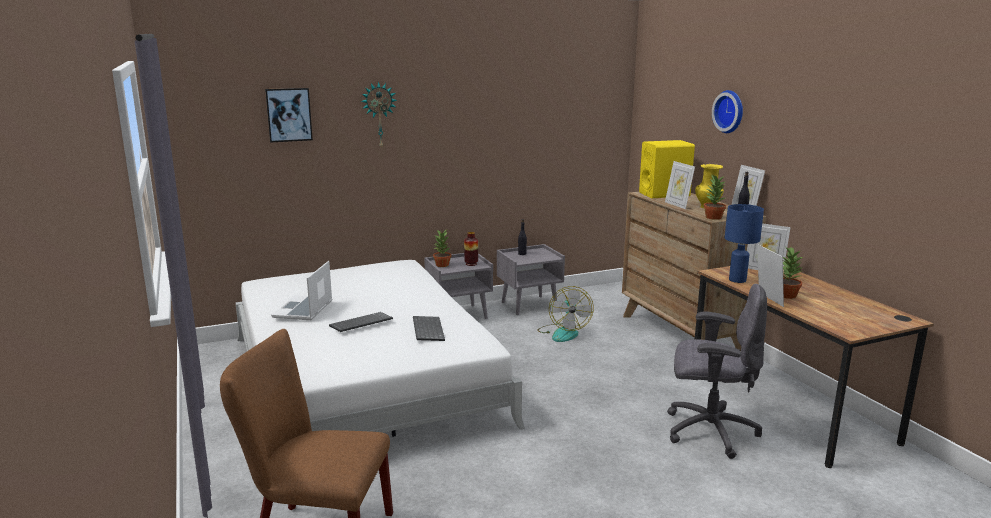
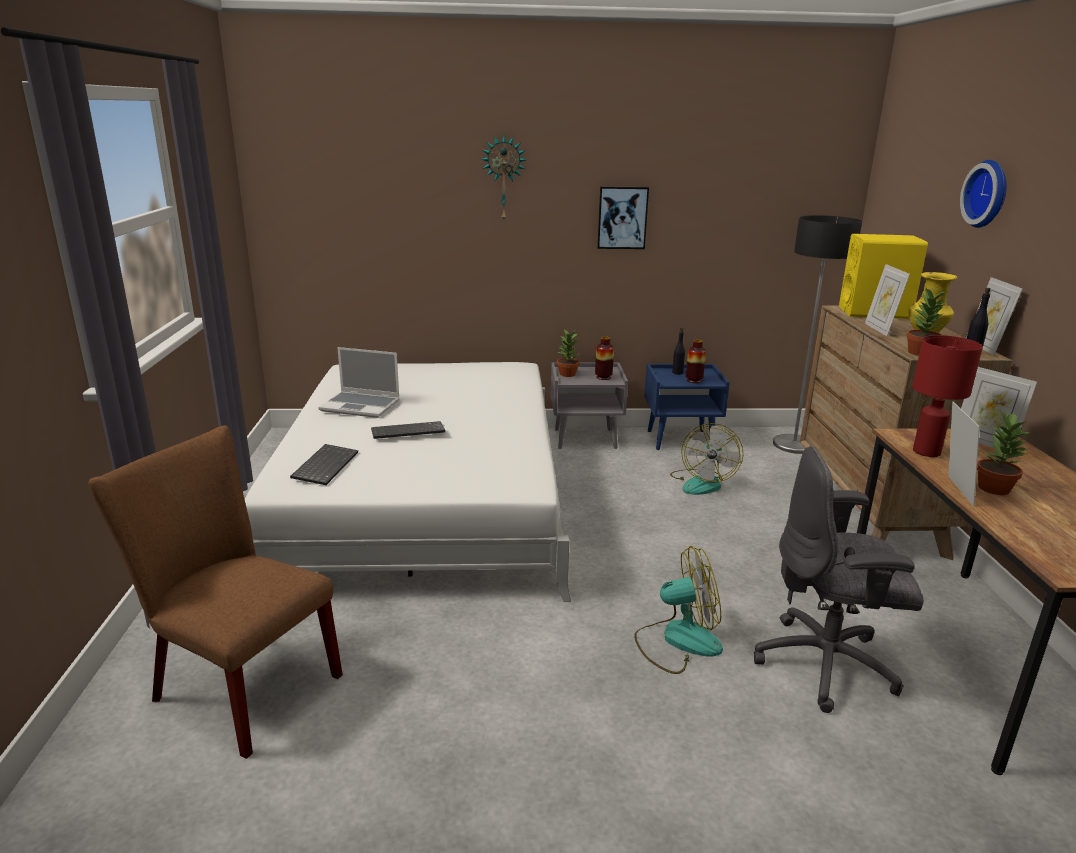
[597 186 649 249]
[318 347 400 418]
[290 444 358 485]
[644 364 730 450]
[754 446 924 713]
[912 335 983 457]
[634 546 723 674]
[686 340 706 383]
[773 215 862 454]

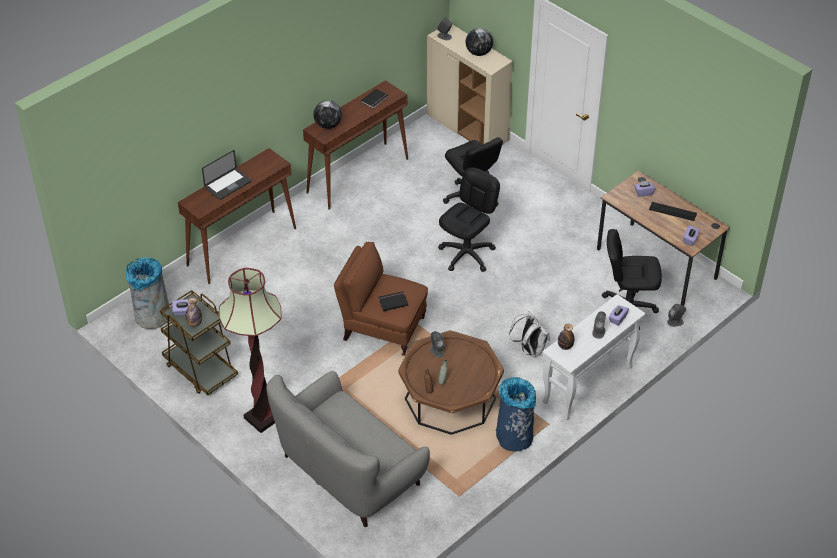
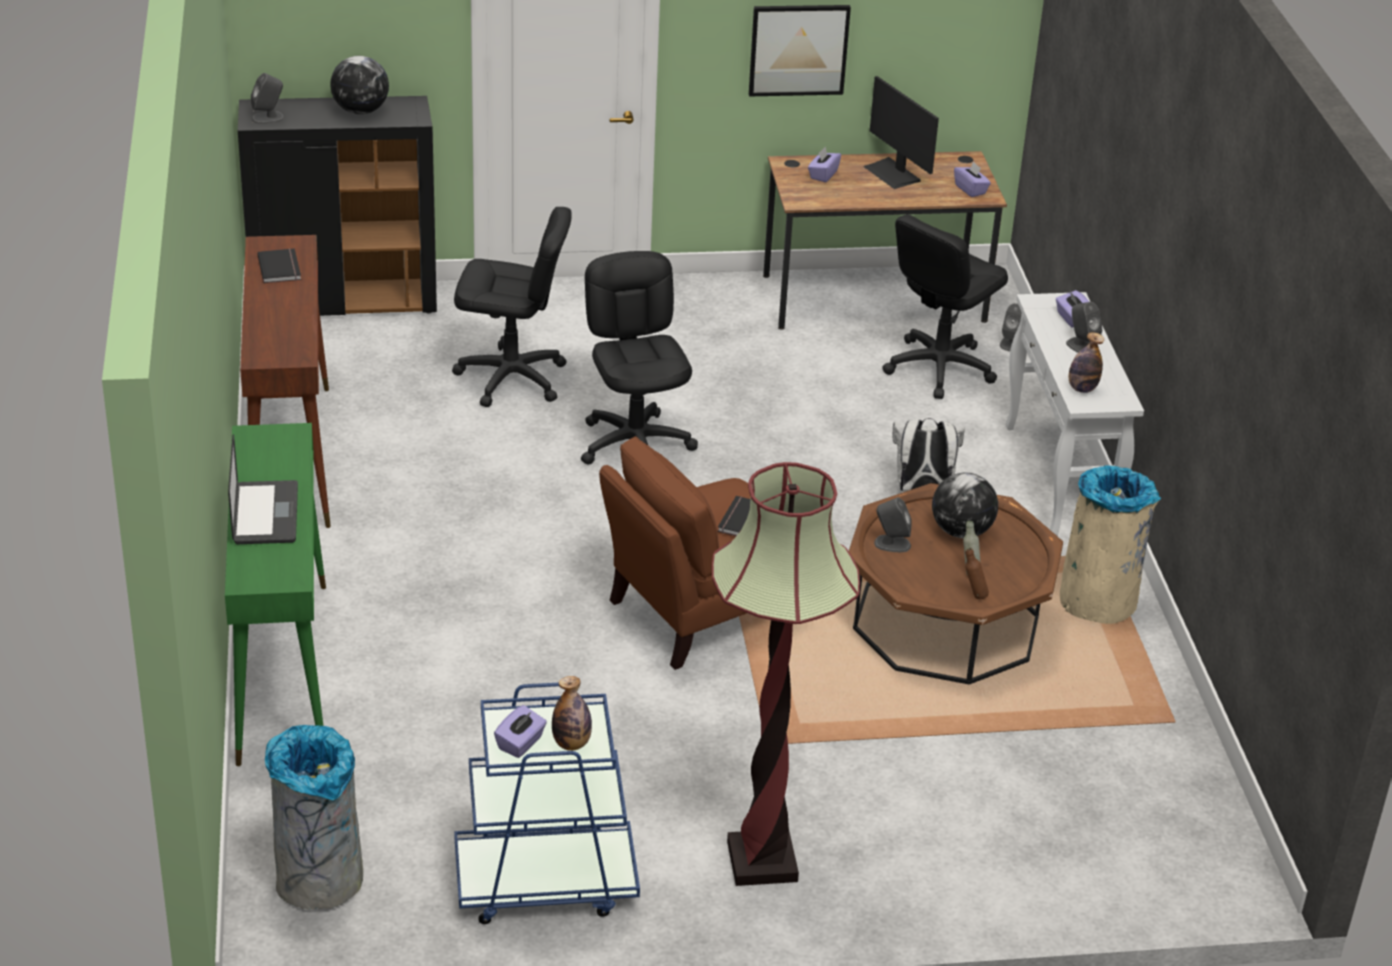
[454 683 640 924]
[225 423 326 766]
[266 371 430 527] (first image)
[932 473 998 538]
[238 96 437 316]
[1060 465 1161 624]
[863 76 939 189]
[749 5 851 97]

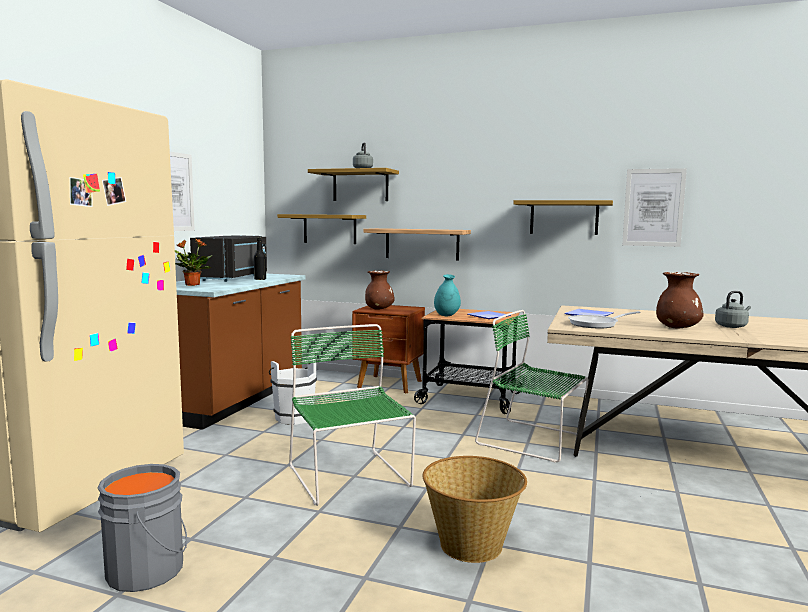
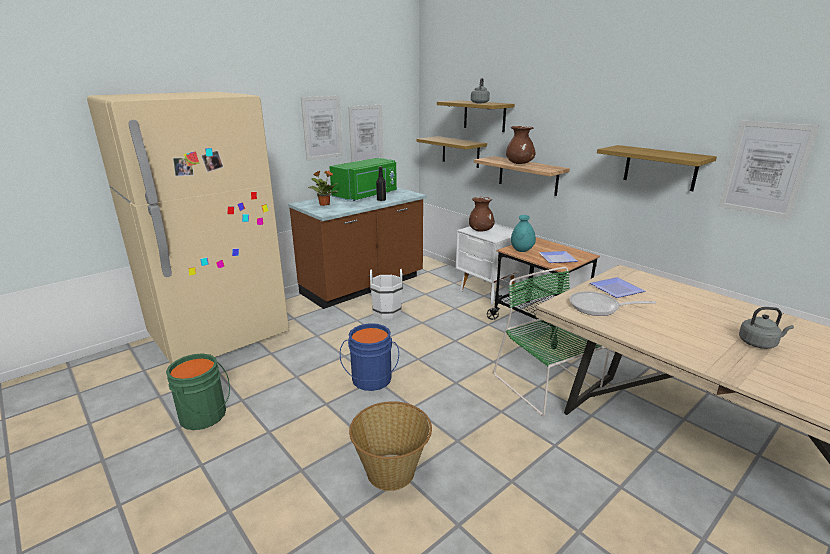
[166 353 230 430]
[329 158 397 201]
[340 323 399 391]
[456 224 522 305]
[506 126 536 164]
[348 105 383 162]

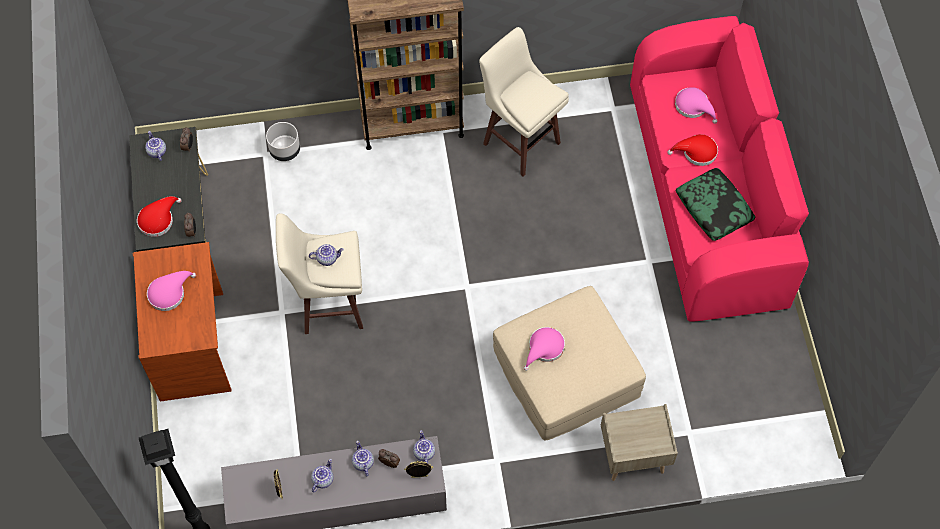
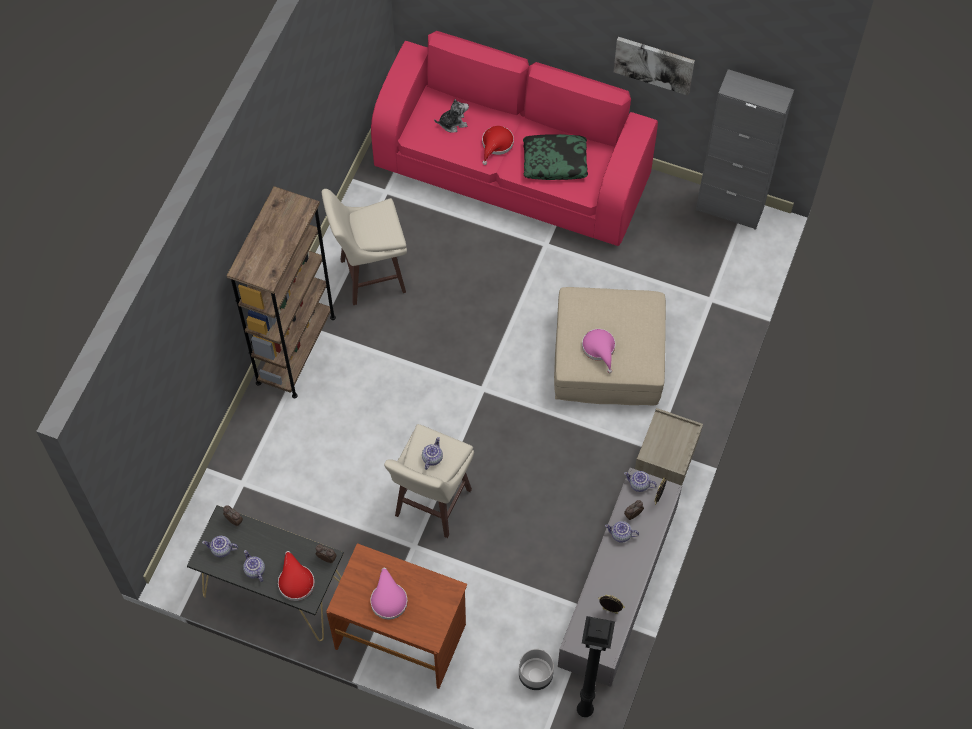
[519 649 554 690]
[243 550 265 582]
[635 408 703 486]
[434 99 469 132]
[614 37 695 95]
[696 69 794 230]

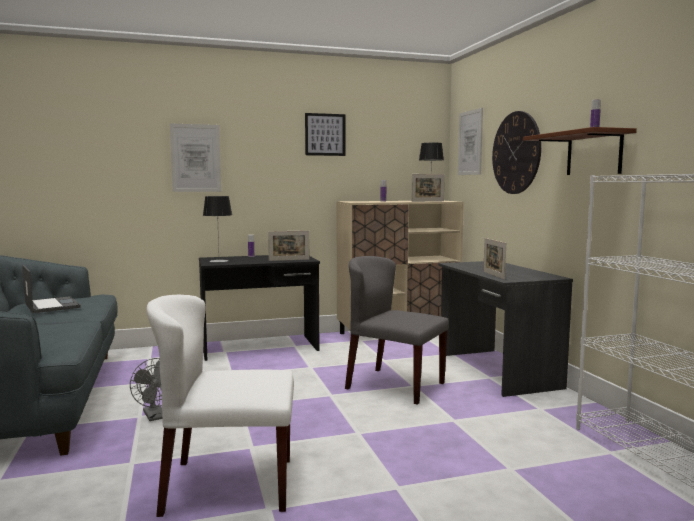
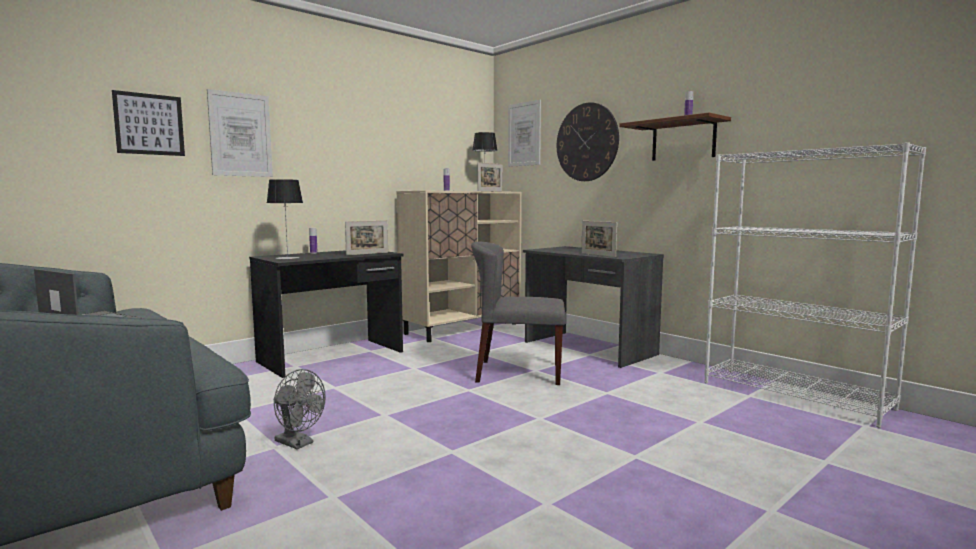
[147 295 294 517] (first image)
[112 90 185 156]

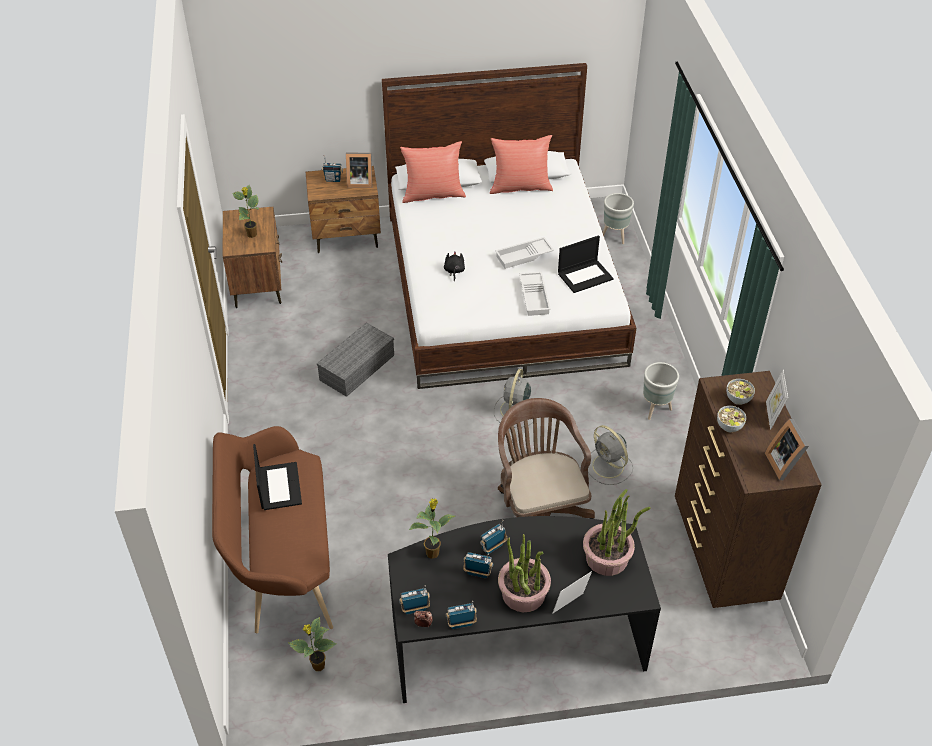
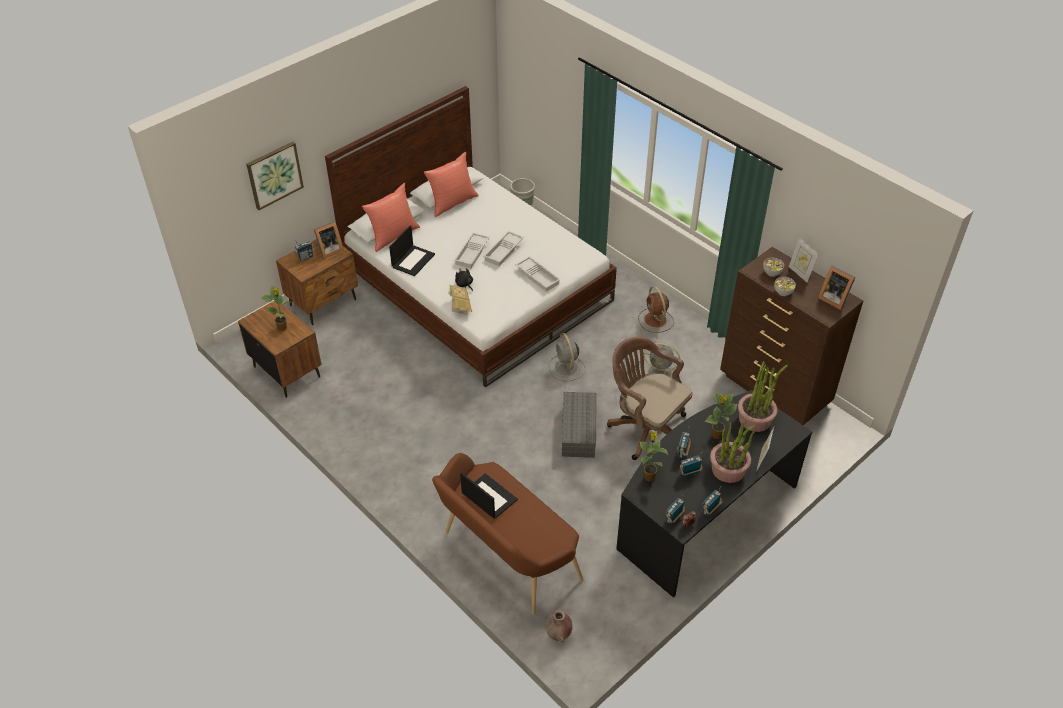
[705 393 737 439]
[562 392 597 458]
[389 225 435 276]
[638 286 674 333]
[246 142 304 210]
[448 285 472 315]
[454 232 490 269]
[545 610 573 643]

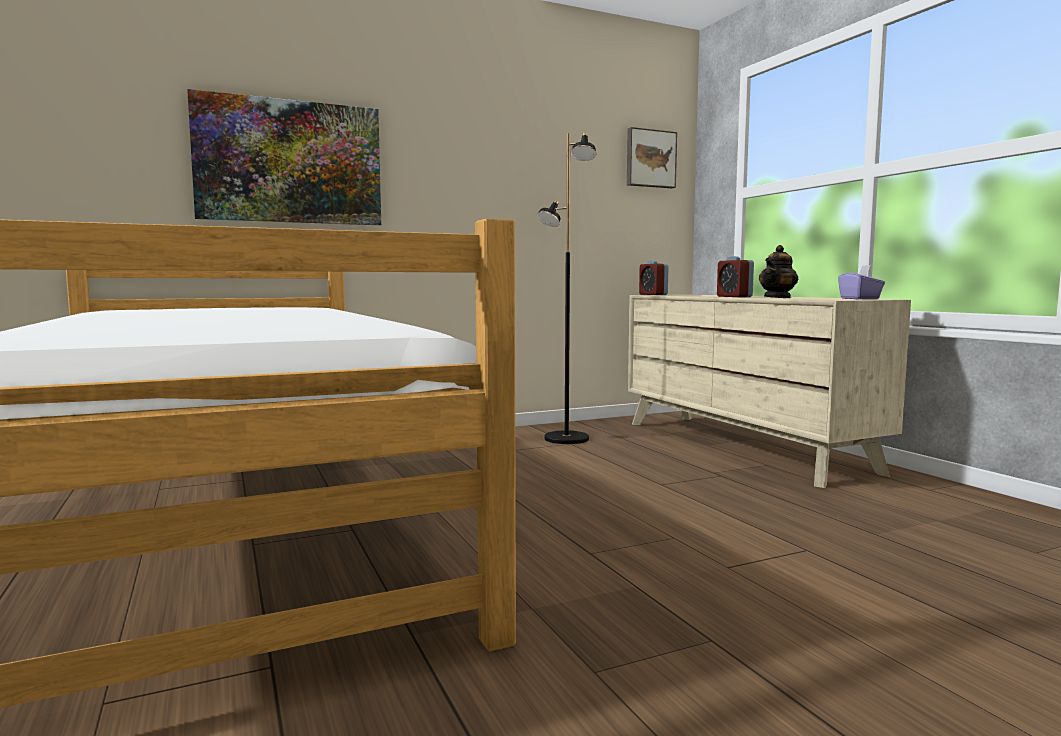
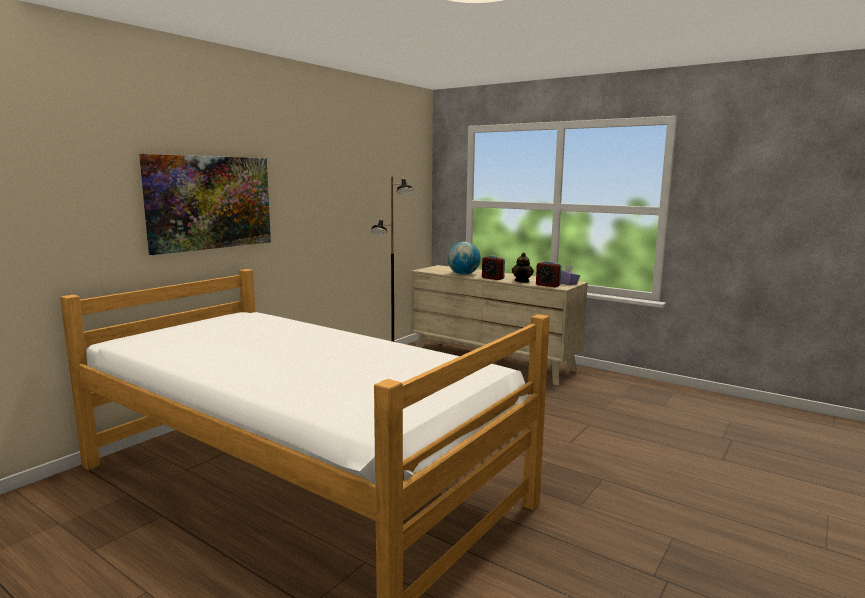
[627 127 677 188] (first image)
[536 261 561 287]
[448 242 481 275]

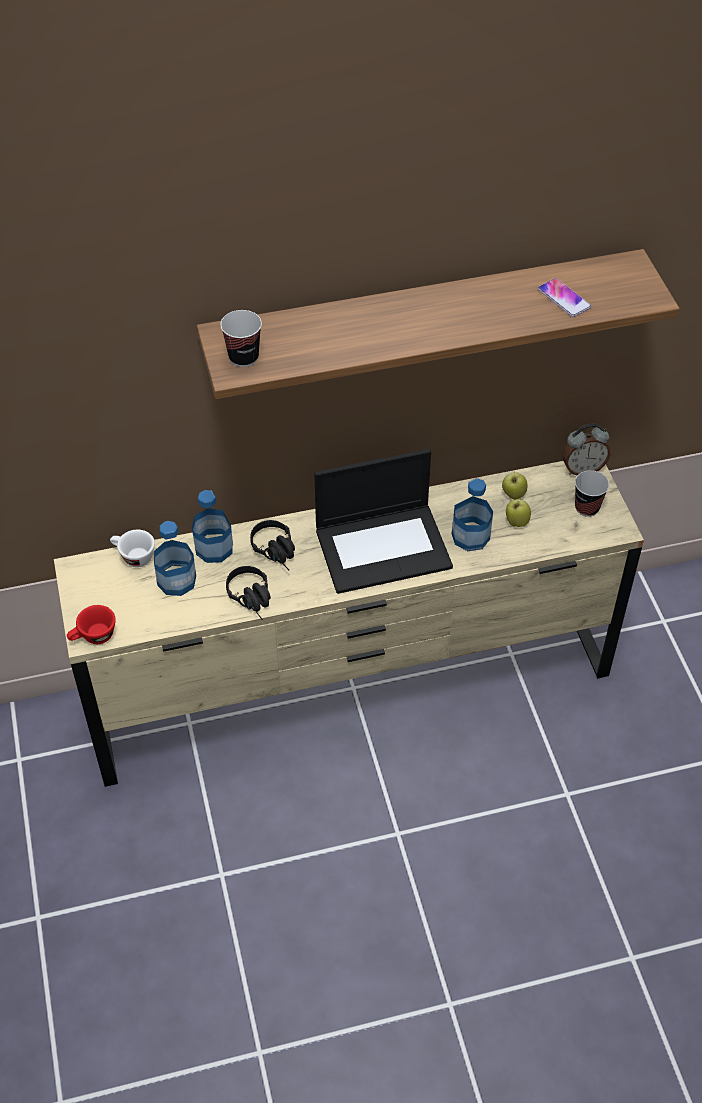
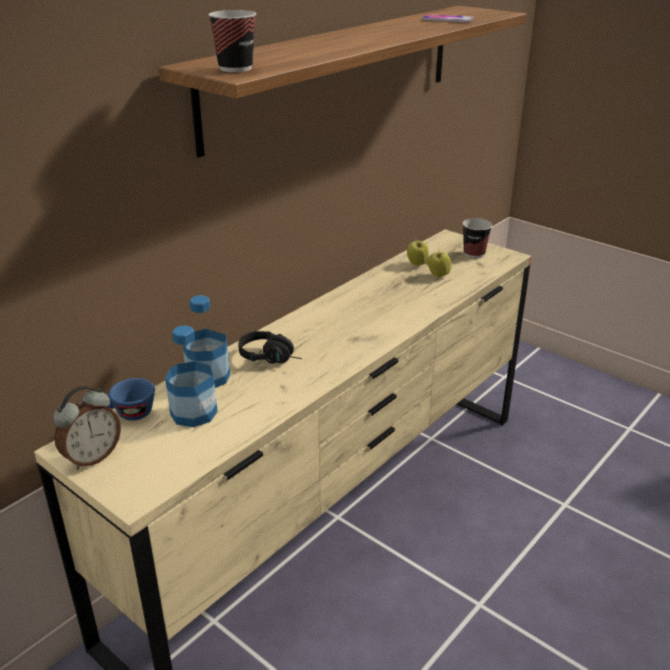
[67 605 116 644] (first image)
[106 378 155 421]
[226 566 271 620] (first image)
[314 449 453 594] (first image)
[451 478 493 551] (first image)
[53 386 121 470]

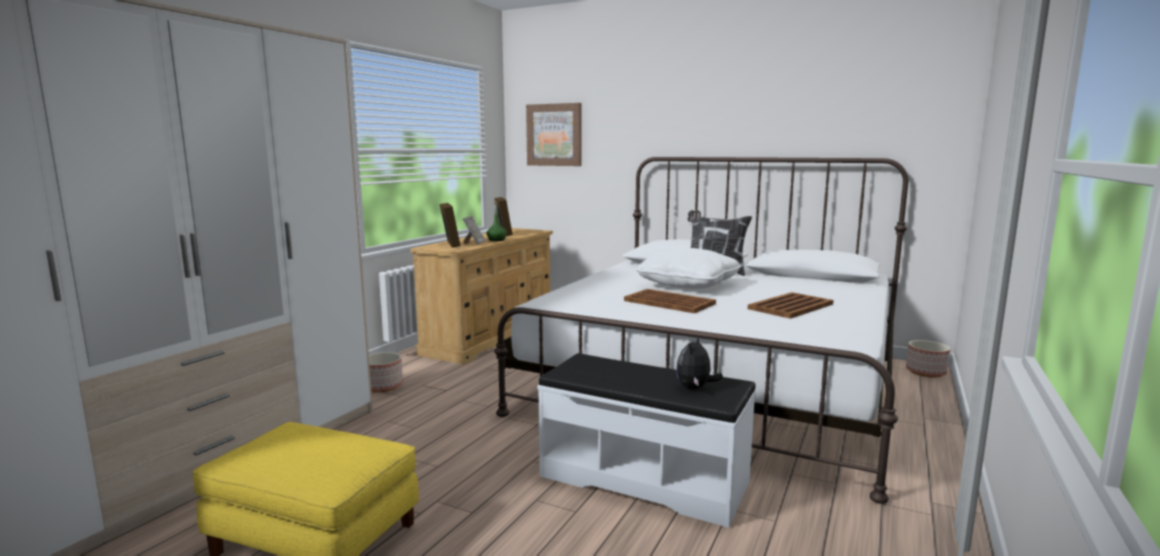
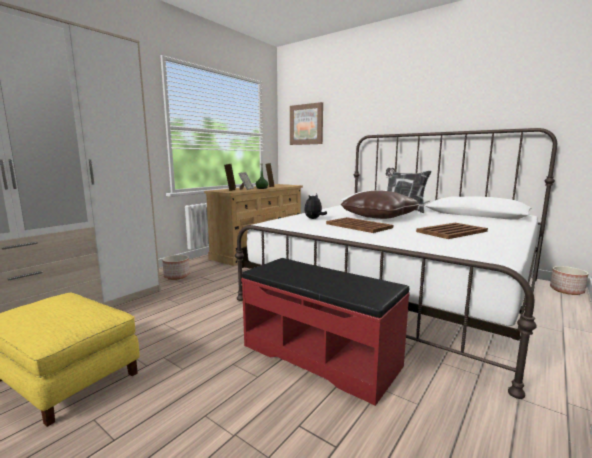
[241 258 410 406]
[341 190 419 219]
[304 194 327 219]

